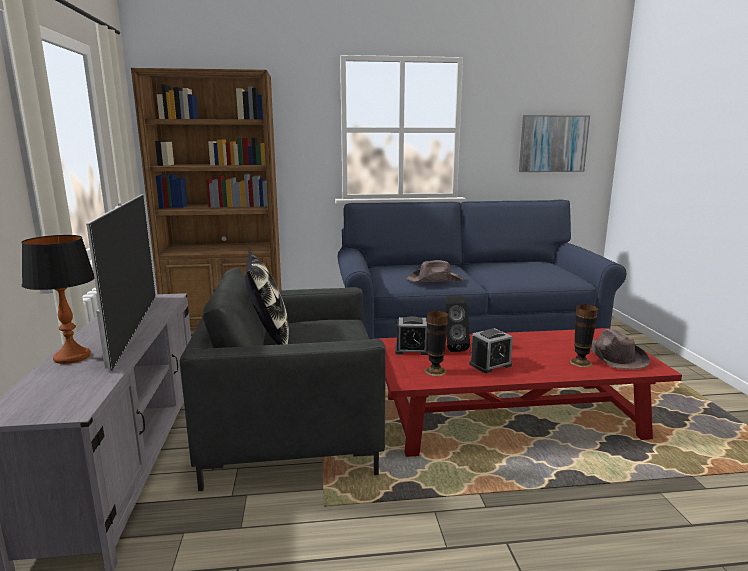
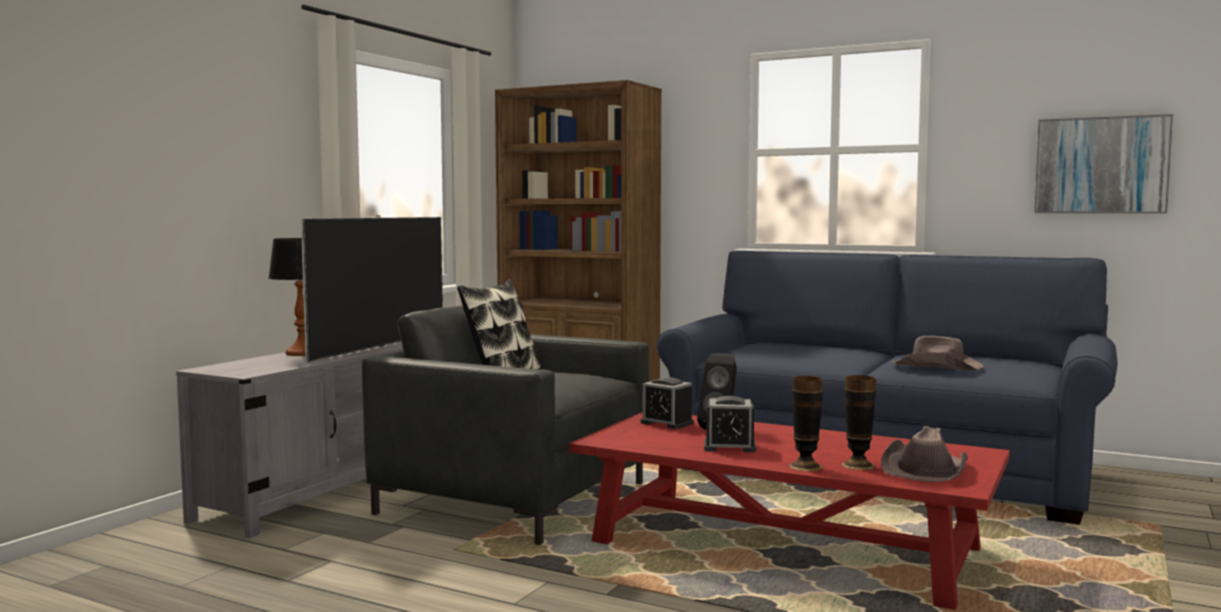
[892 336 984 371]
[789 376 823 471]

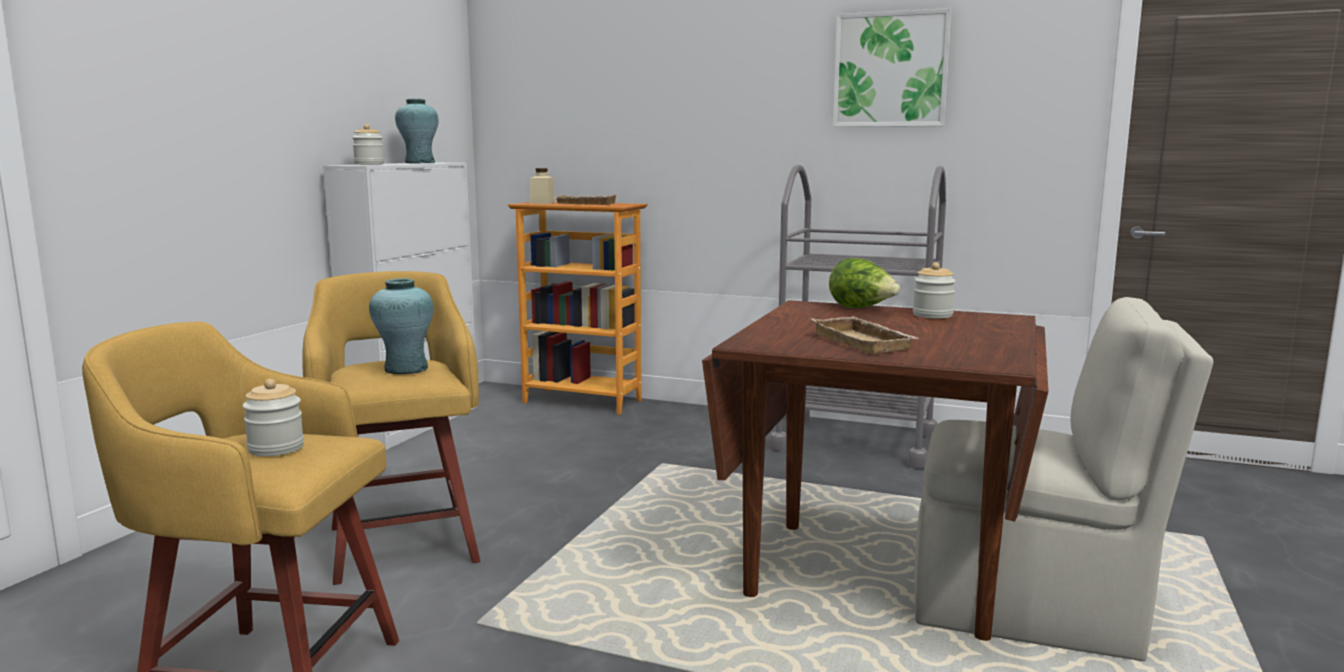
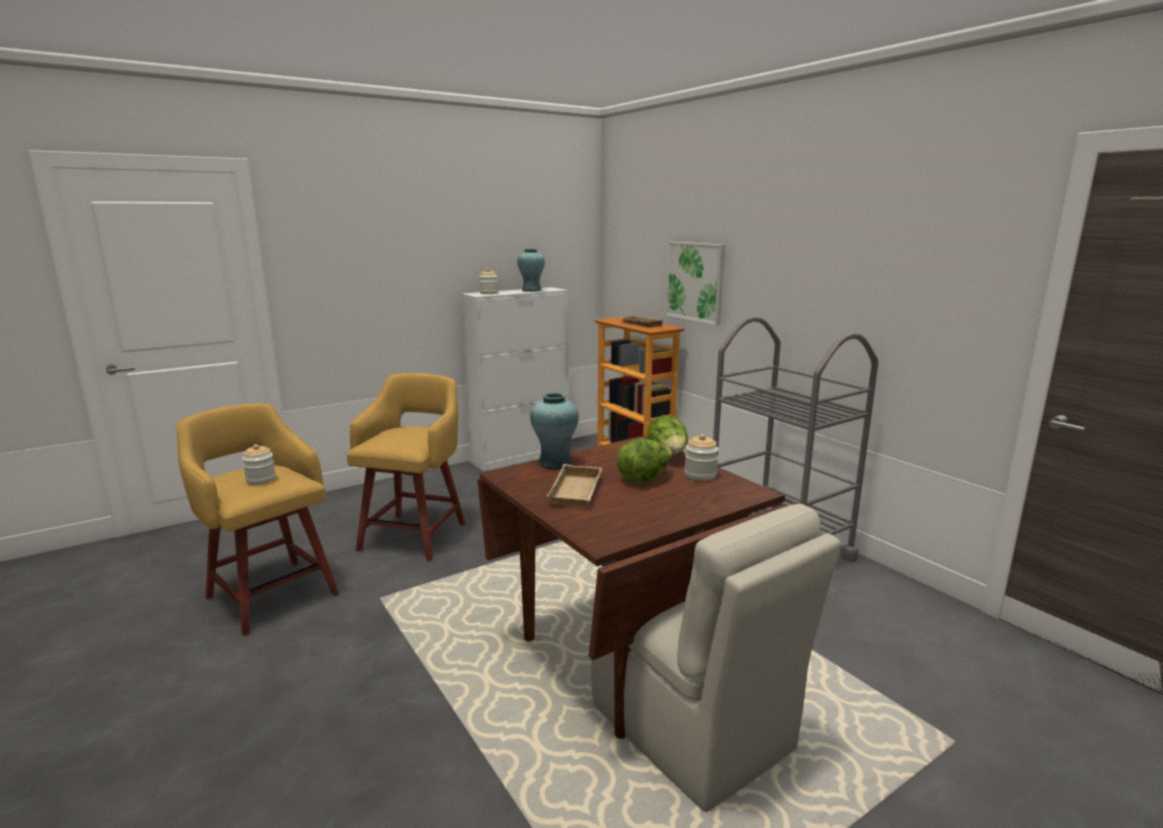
[530 393 579 469]
[530 168 555 204] (first image)
[665 242 725 325]
[616 438 672 483]

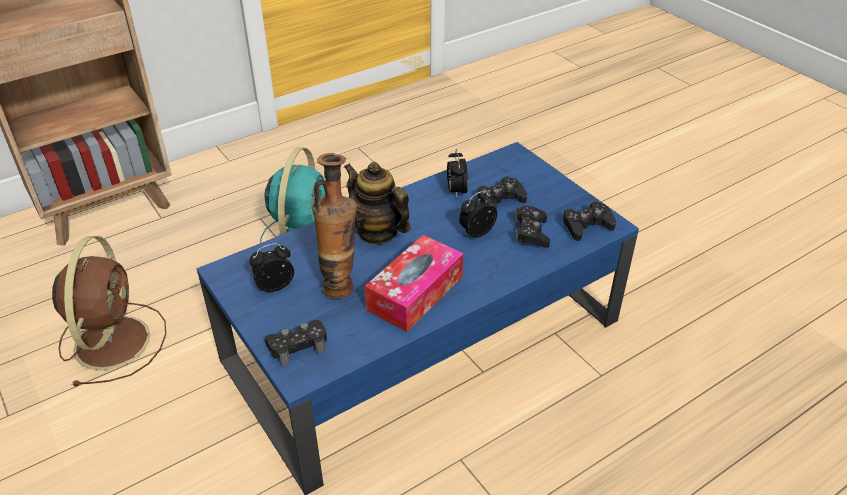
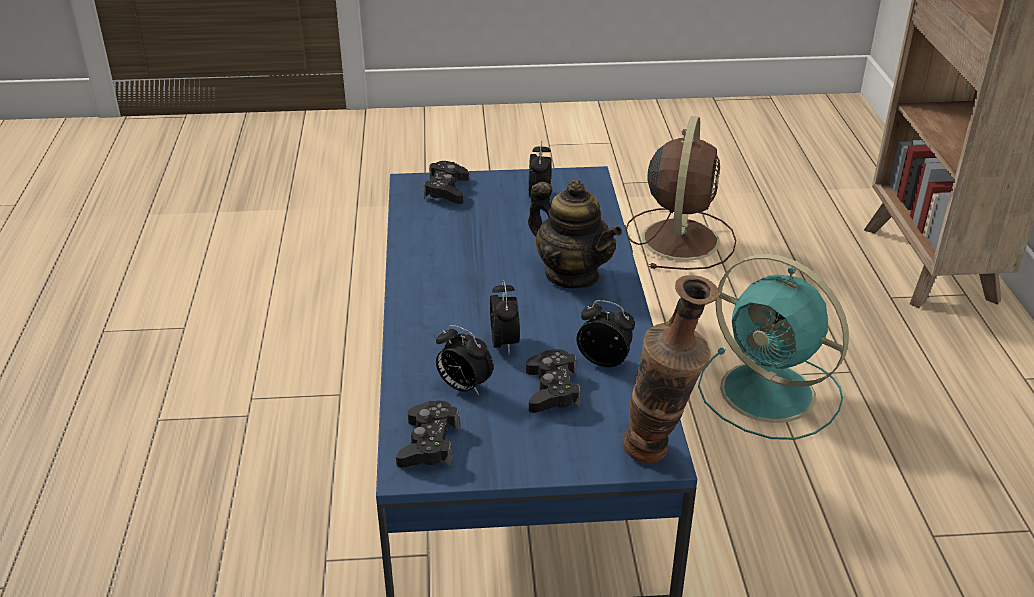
[626 116 736 270]
[622 275 719 463]
[528 180 622 289]
[365 235 463 332] (first image)
[436 325 494 395]

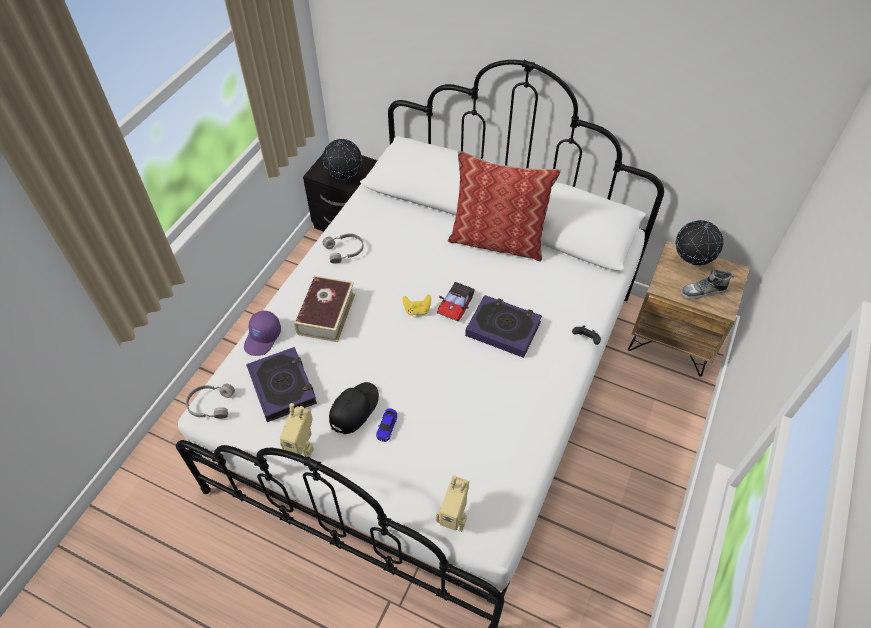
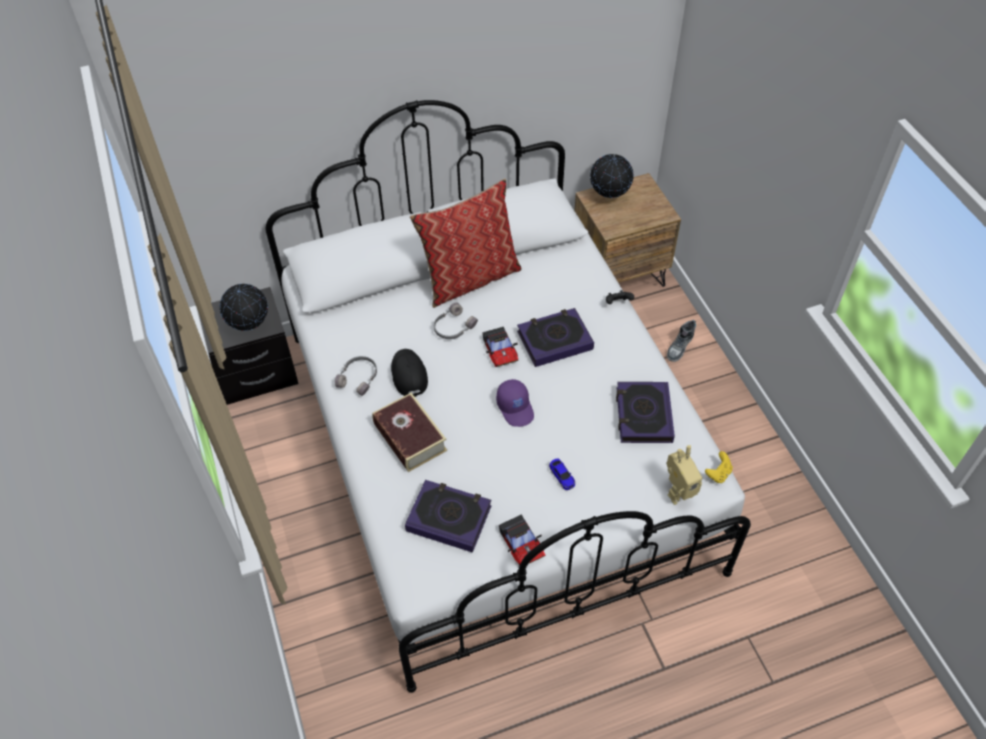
[434 303 478 339]
[496 379 534 427]
[499 514 545 565]
[391 349 428 397]
[705 451 733 483]
[667 320 696 362]
[616 382 675 443]

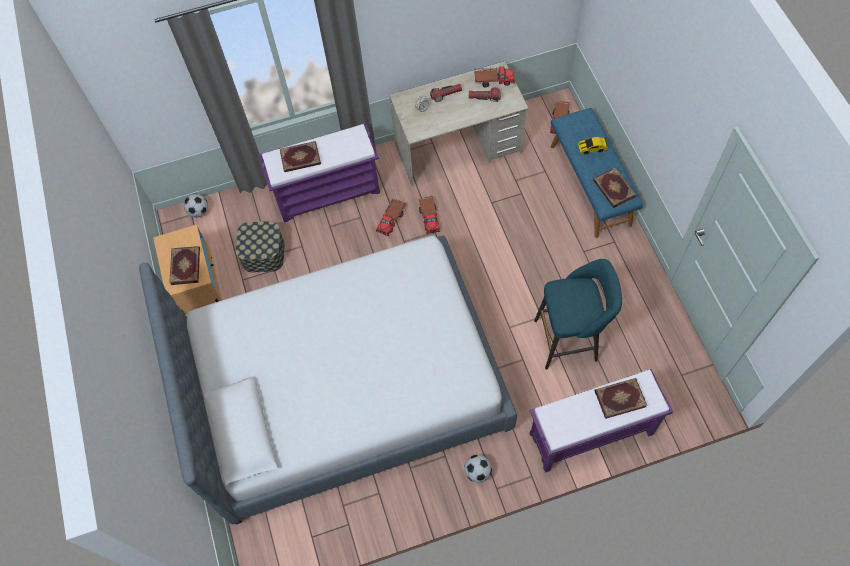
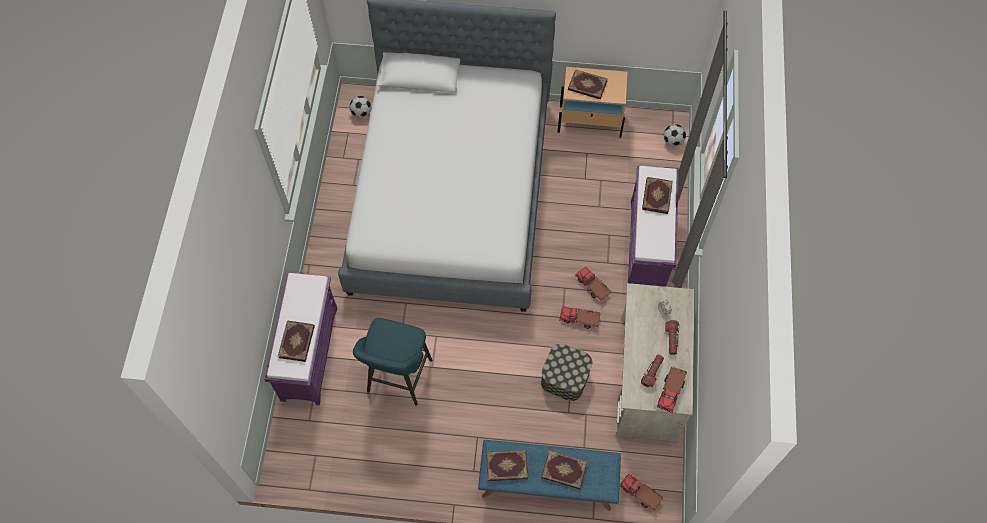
[541 344 593 401]
[350 96 371 118]
[541 450 588 489]

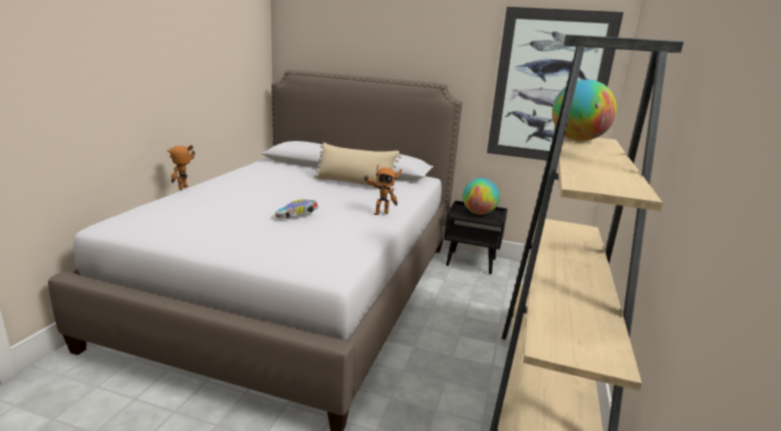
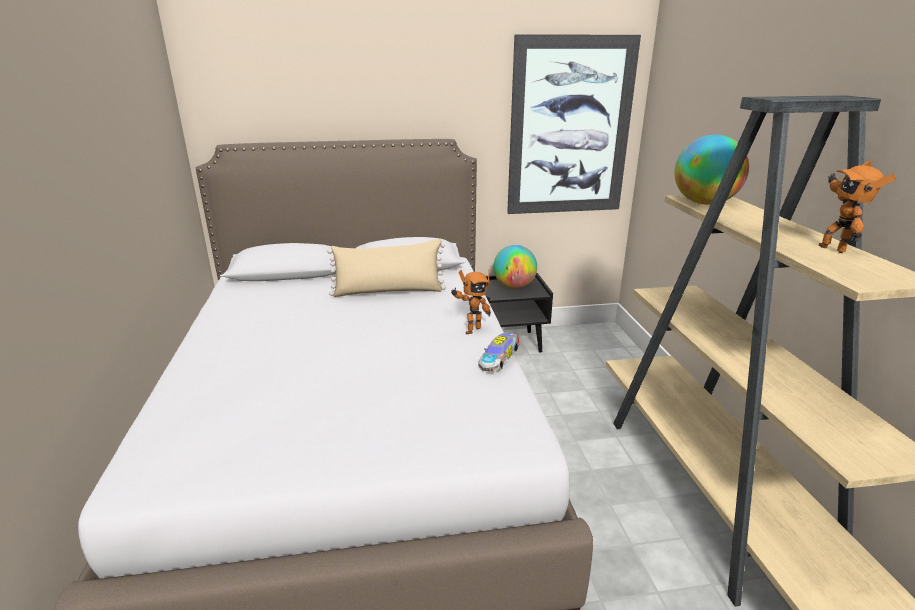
[819 161 896 253]
[478 333 520 372]

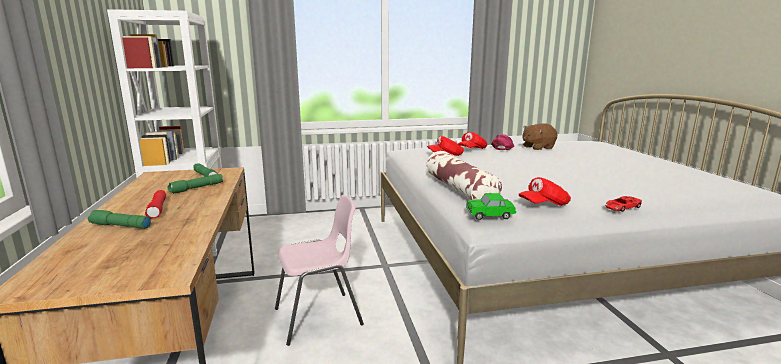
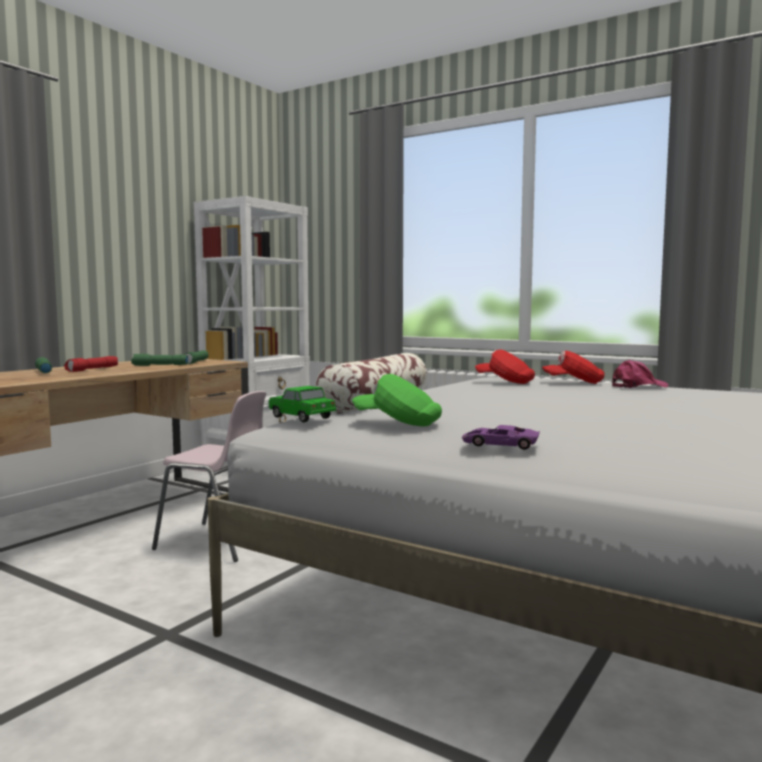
[352 374 442 426]
[523 123 557 150] (first image)
[462 425 540 450]

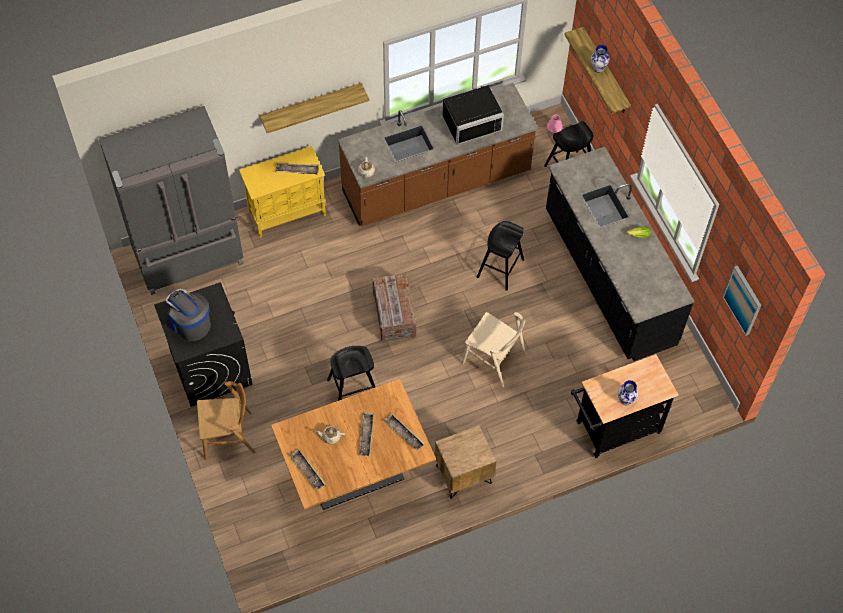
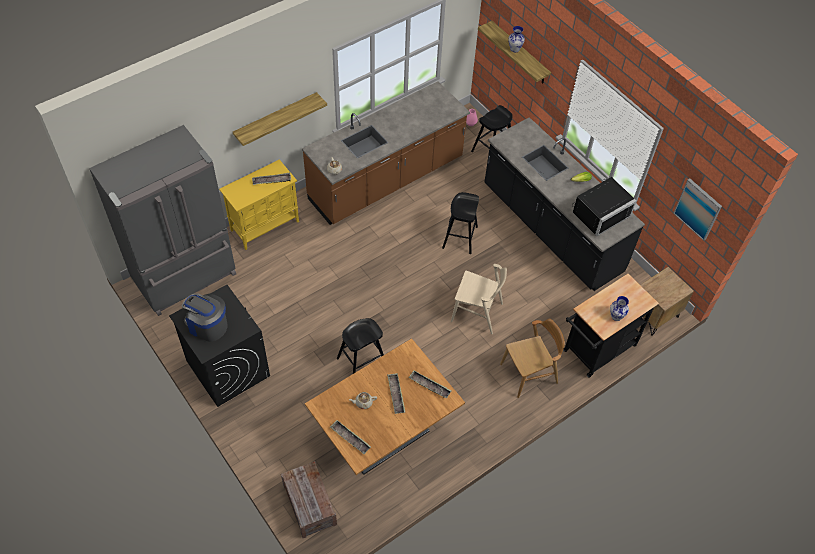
[500 319 565 398]
[281 461 337 538]
[641 267 694 336]
[572 177 637 236]

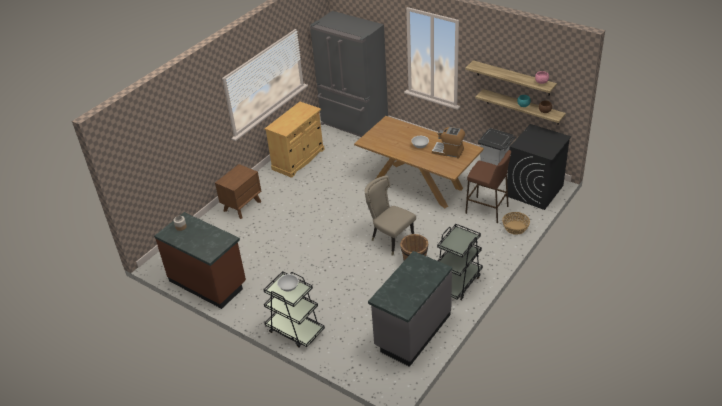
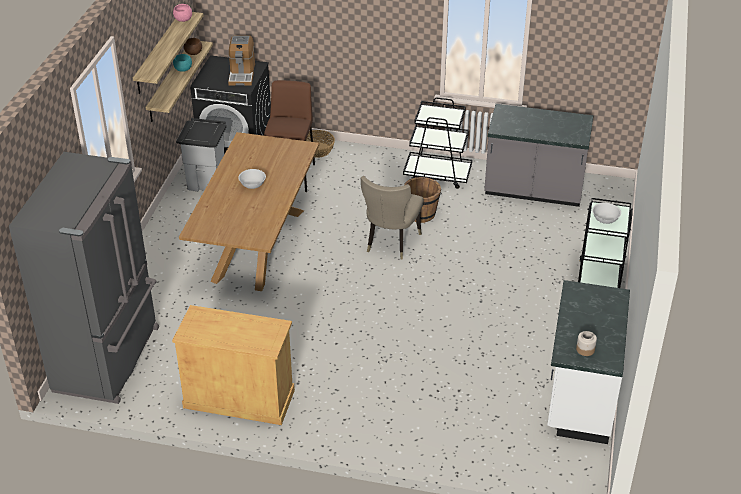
[547 280 630 444]
[215 164 261 219] (first image)
[228 35 255 86]

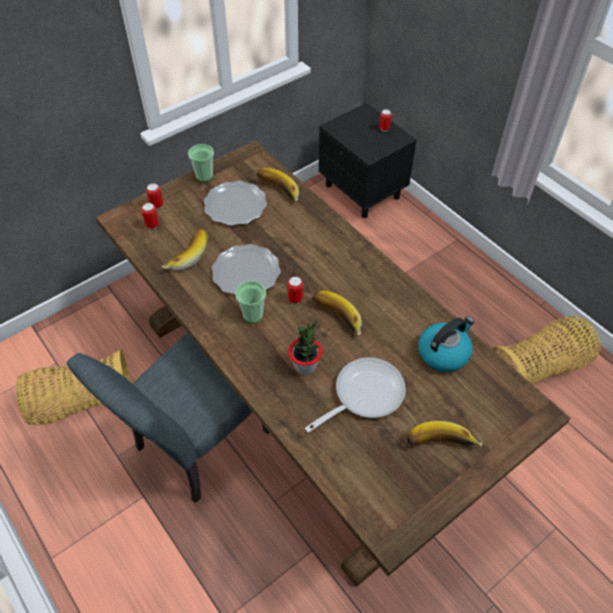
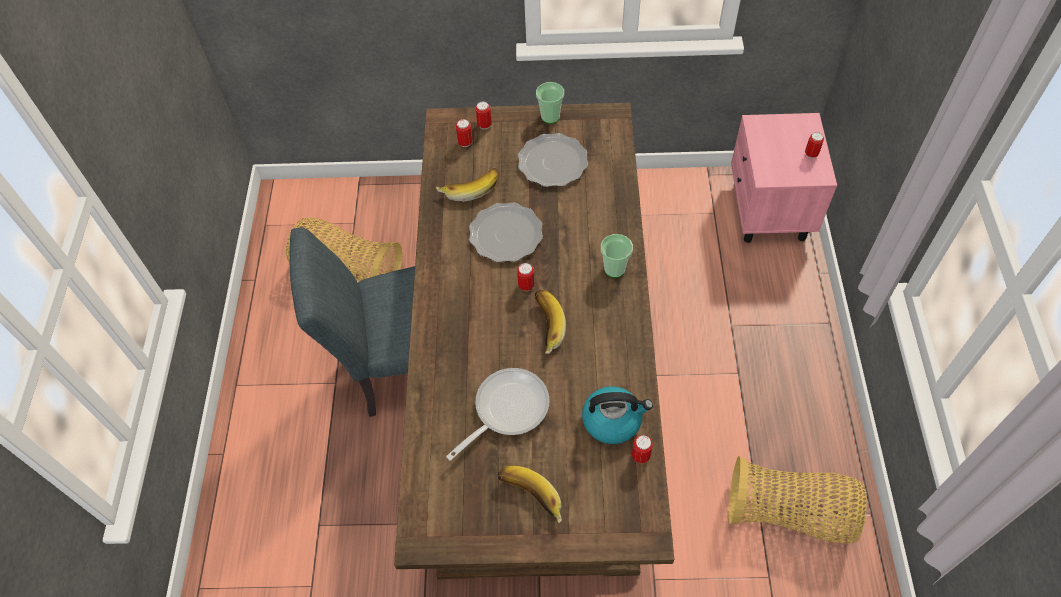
[601 234 633 278]
[257 168 299 201] (first image)
[288 320 322 375] (first image)
[446 368 550 461]
[731 113 837 243]
[632 435 653 463]

